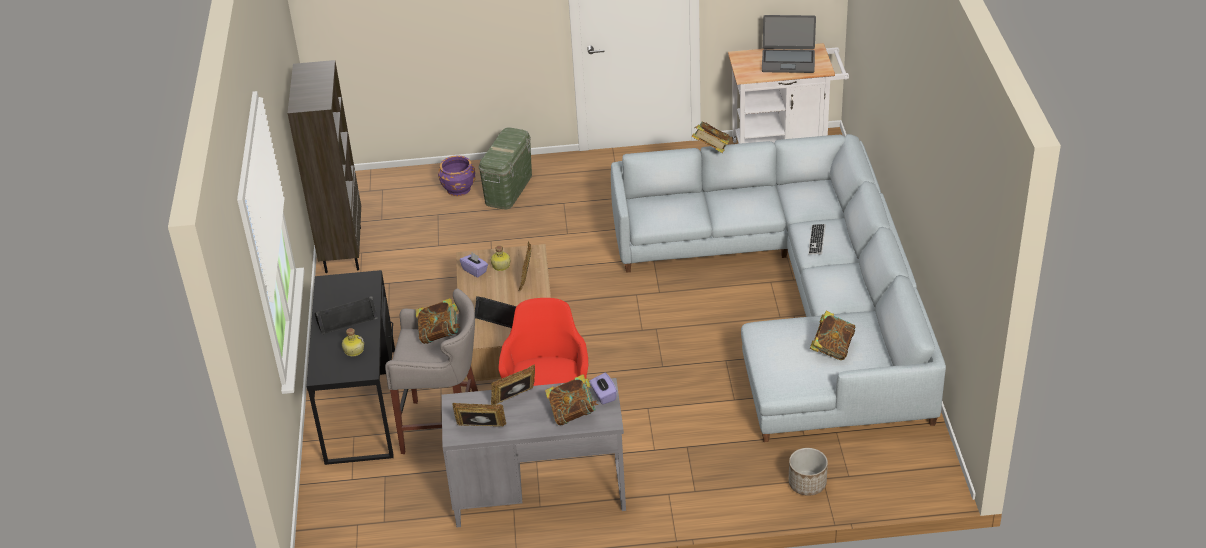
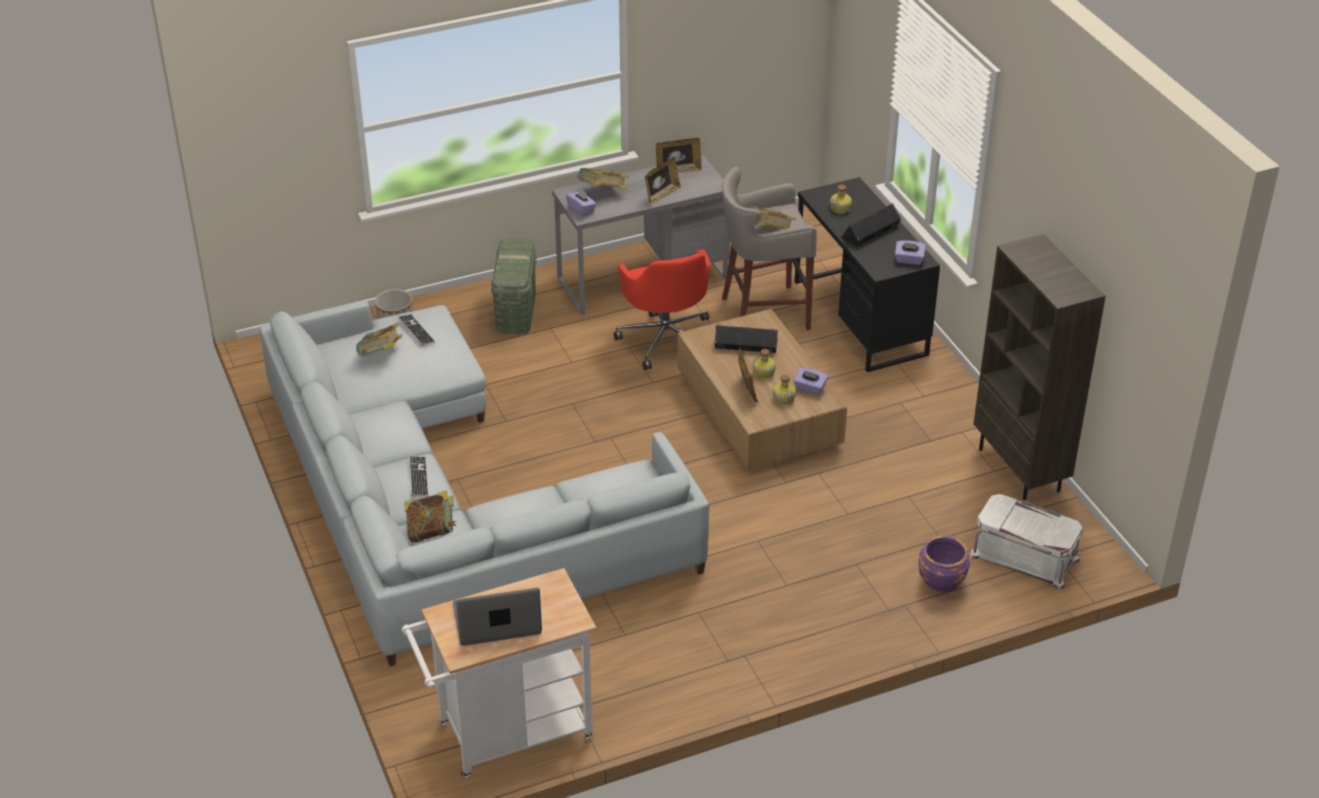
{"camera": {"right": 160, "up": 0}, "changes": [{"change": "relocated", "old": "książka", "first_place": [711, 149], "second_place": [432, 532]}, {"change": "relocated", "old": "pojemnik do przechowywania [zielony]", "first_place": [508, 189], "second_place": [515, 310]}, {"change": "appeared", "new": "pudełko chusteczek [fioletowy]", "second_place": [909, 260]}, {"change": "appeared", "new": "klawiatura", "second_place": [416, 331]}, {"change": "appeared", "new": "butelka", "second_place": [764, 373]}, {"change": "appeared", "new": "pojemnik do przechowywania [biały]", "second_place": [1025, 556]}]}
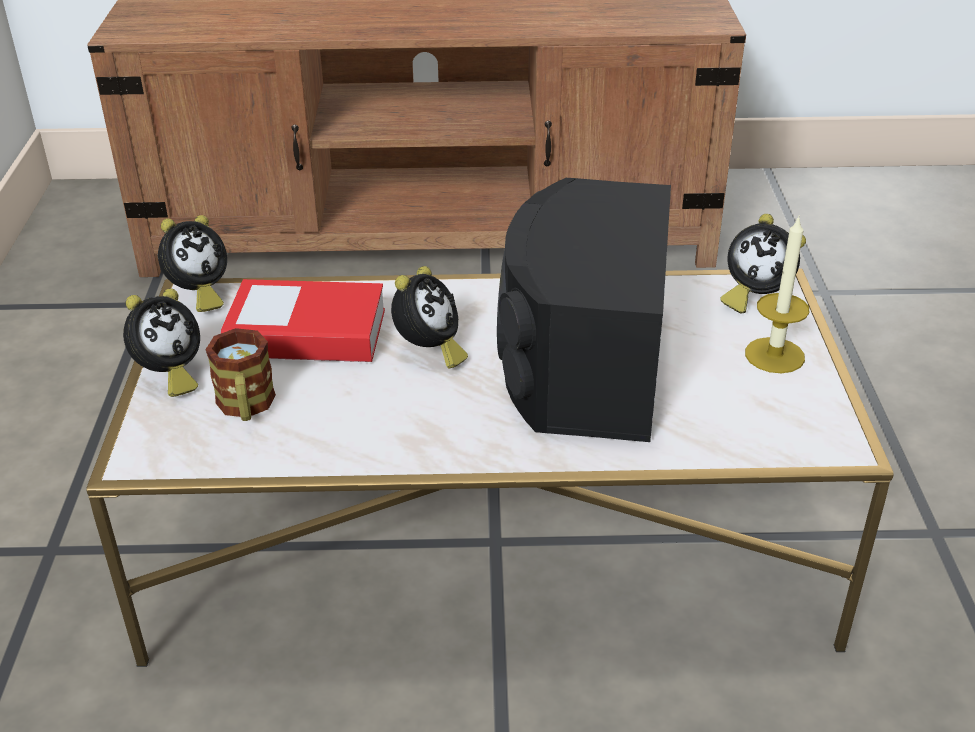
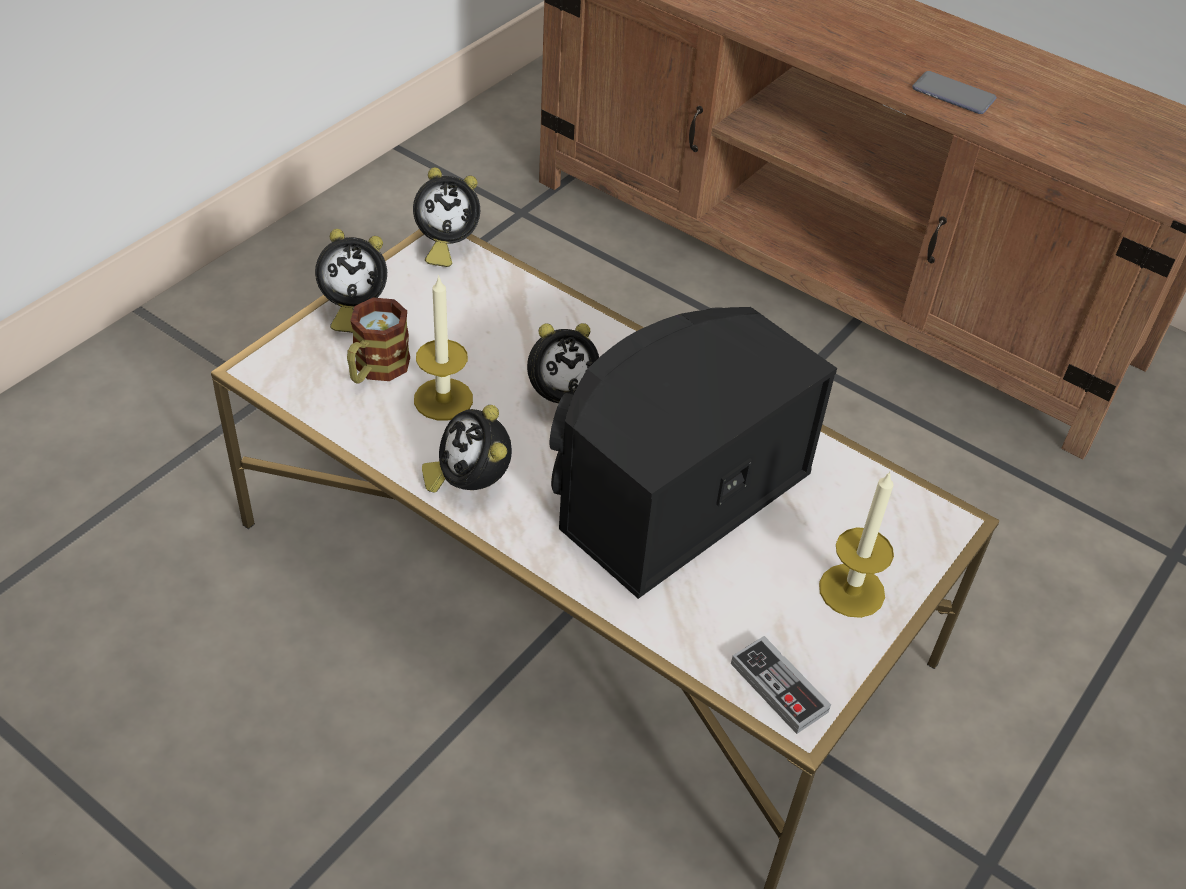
{"camera": {"right": 35, "up": 10}, "changes": [{"change": "relocated", "old": "budzik", "first_place": [754, 297], "second_place": [470, 483]}, {"change": "missing", "old": "książka", "first_place": [307, 333]}, {"change": "appeared", "new": "telefon", "second_place": [953, 94]}, {"change": "appeared", "new": "świeca", "second_place": [443, 399]}, {"change": "appeared", "new": "pad do gier", "second_place": [778, 687]}]}
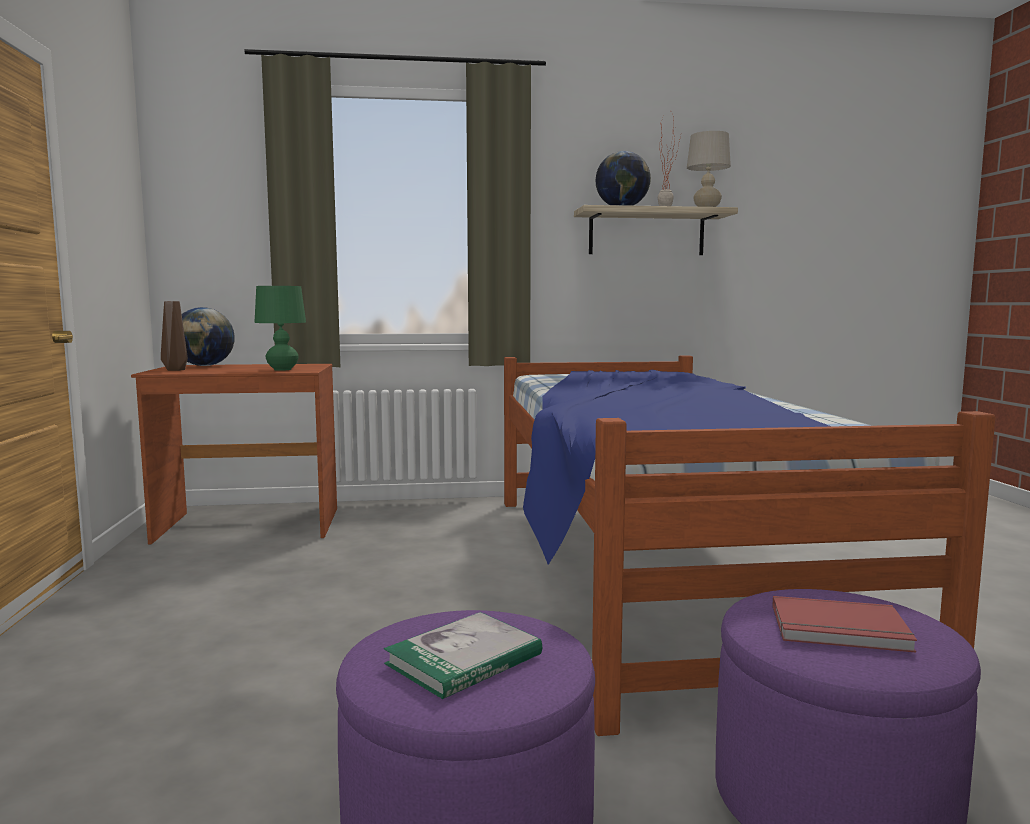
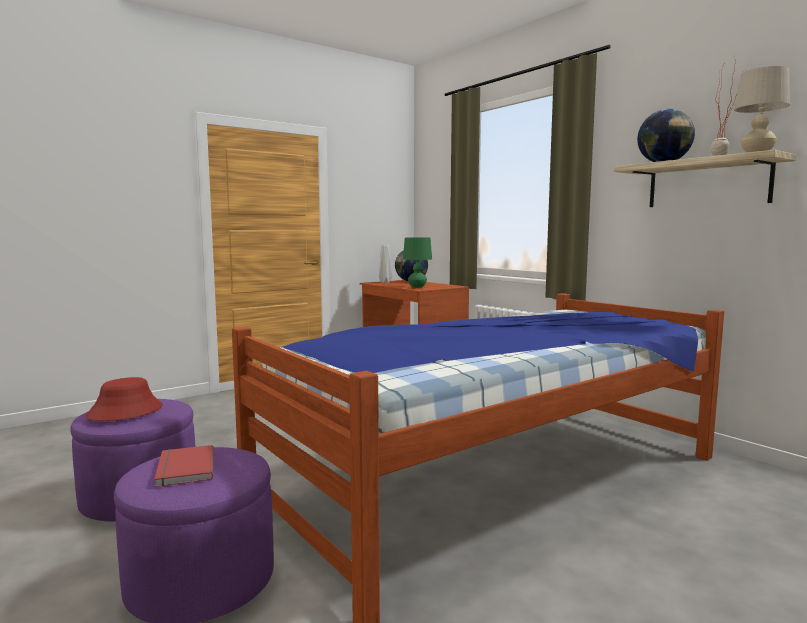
{"camera": {"right": 60, "up": 0}, "changes": [{"change": "colour", "old": "wazon [brązowy]", "new": "wazon [szary]", "first_place": [174, 370], "second_place": [384, 282]}, {"change": "exchanged", "old": "książka", "new": "kapelusz [czerwony]", "first_place": [464, 659], "second_place": [125, 412]}]}
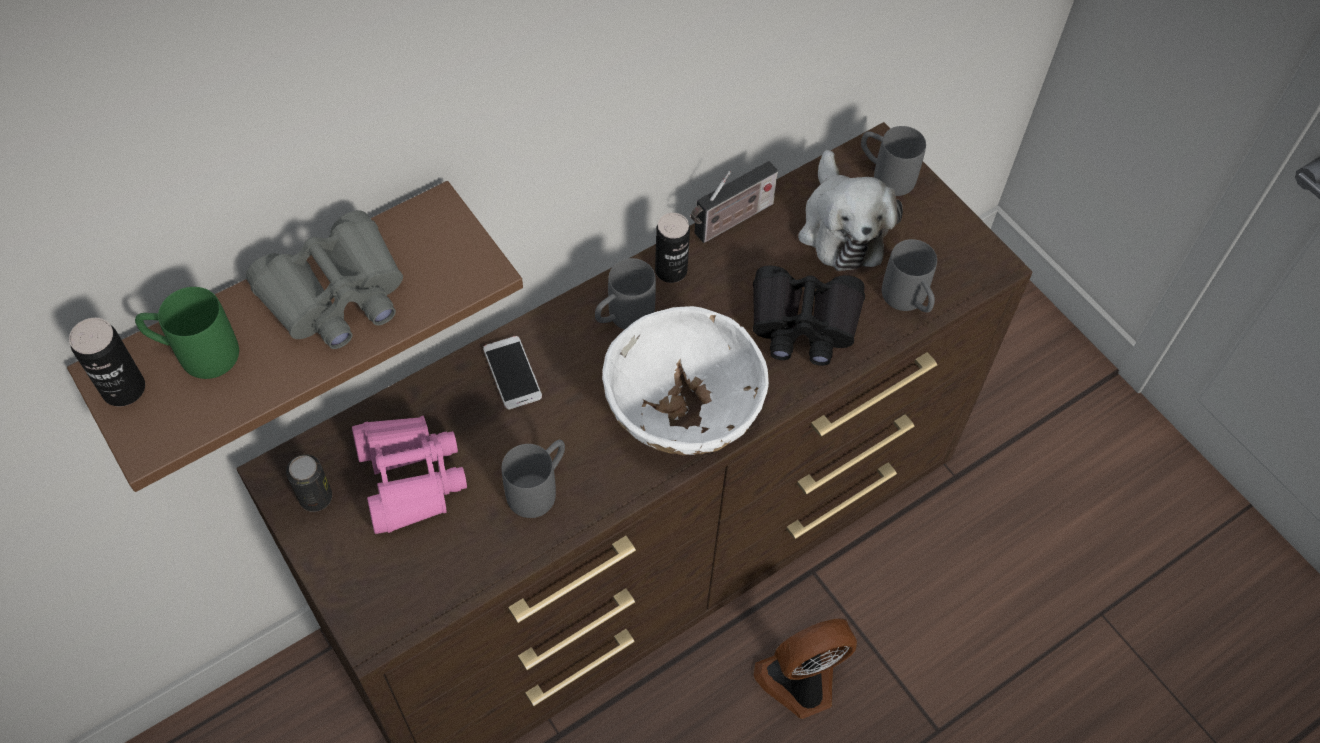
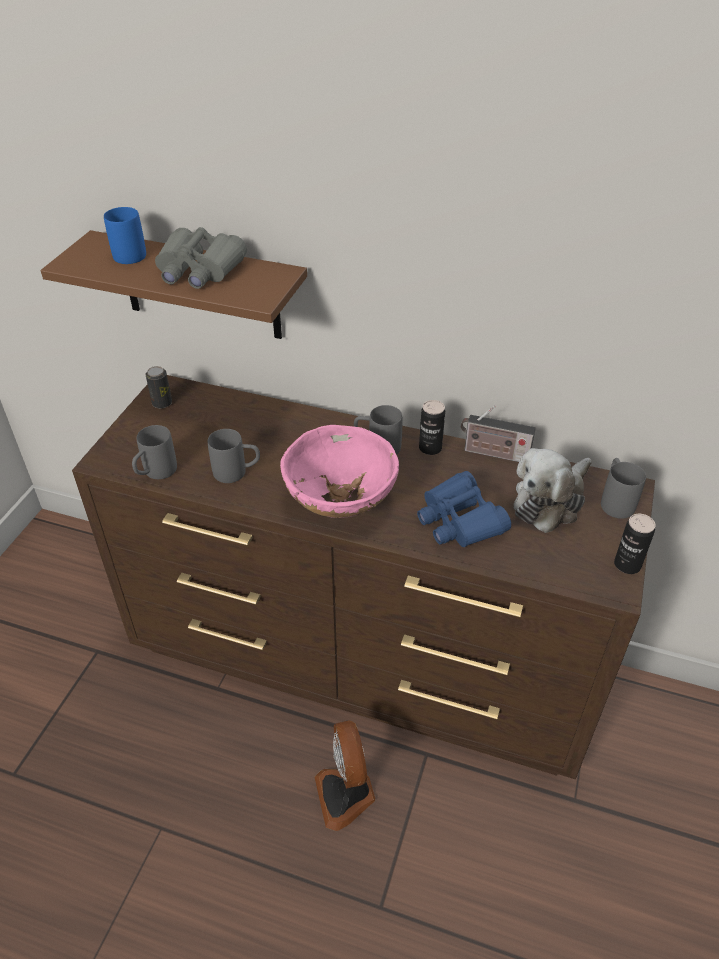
{"camera": {"right": 55, "up": -15}, "changes": [{"change": "relocated", "old": "kubek [szary]", "first_place": [908, 301], "second_place": [155, 473]}, {"change": "colour", "old": "lornetka [czarny]", "new": "lornetka [niebieski]", "first_place": [803, 323], "second_place": [459, 520]}, {"change": "colour", "old": "kubek [zielony]", "new": "kubek [niebieski]", "first_place": [195, 354], "second_place": [126, 253]}, {"change": "colour", "old": "miska [biały]", "new": "miska [różowy]", "first_place": [682, 414], "second_place": [340, 502]}, {"change": "relocated", "old": "puszka", "first_place": [124, 389], "second_place": [627, 565]}, {"change": "missing", "old": "telefon", "first_place": [512, 373]}, {"change": "missing", "old": "lornetka [różowy]", "first_place": [410, 478]}, {"change": "spun", "old": "wentylator", "first_place": [801, 682], "second_place": [346, 795], "degrees": -135}]}
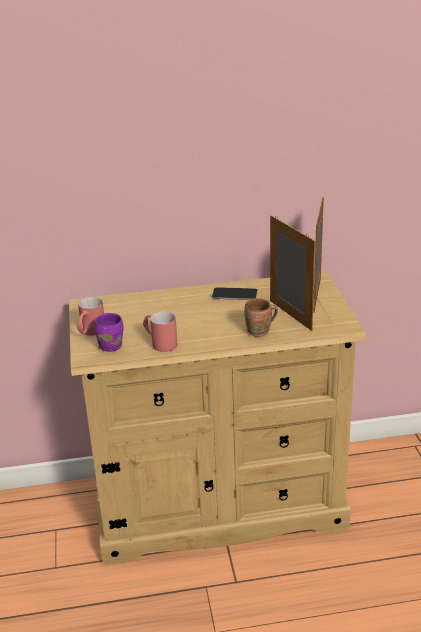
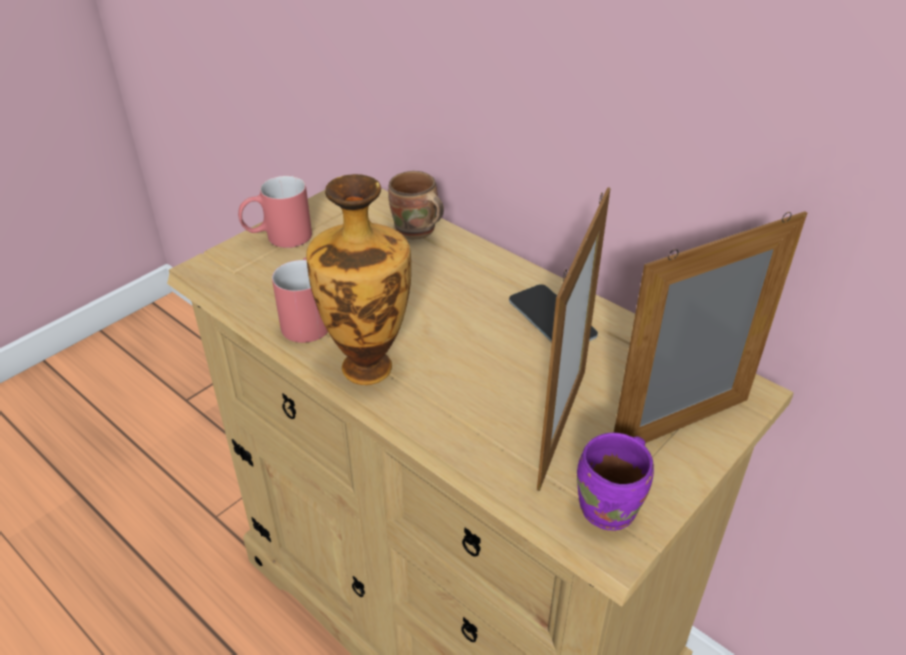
{"camera": {"right": 50, "up": 10}, "changes": [{"change": "relocated", "old": "kubek [brązowy]", "first_place": [260, 332], "second_place": [415, 232]}, {"change": "relocated", "old": "kubek [fioletowy]", "first_place": [112, 345], "second_place": [612, 508]}, {"change": "appeared", "new": "wazon", "second_place": [368, 364]}]}
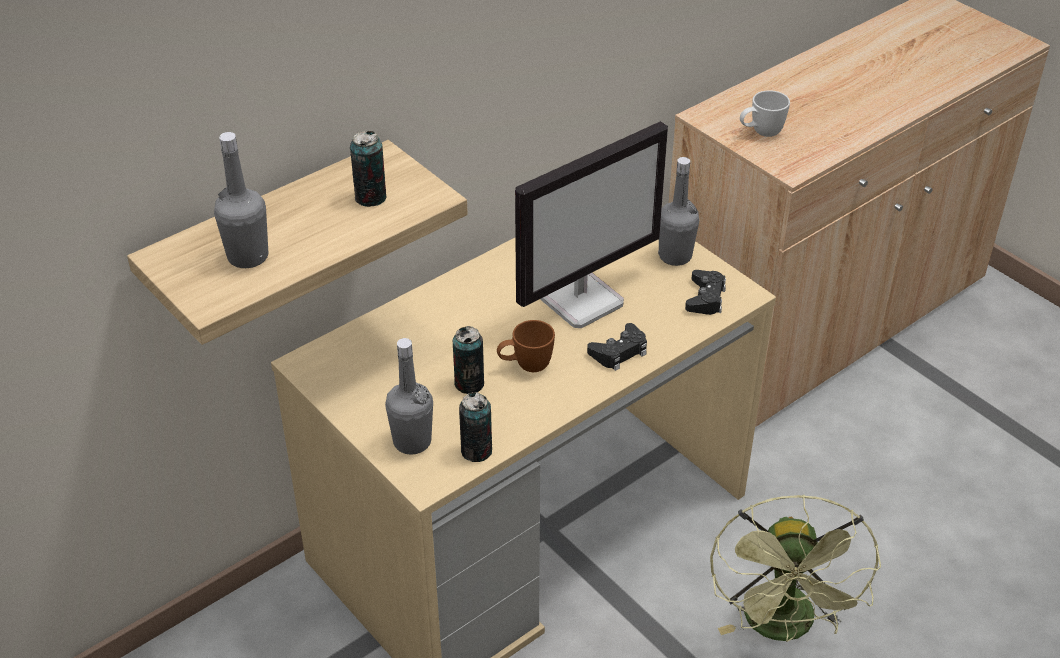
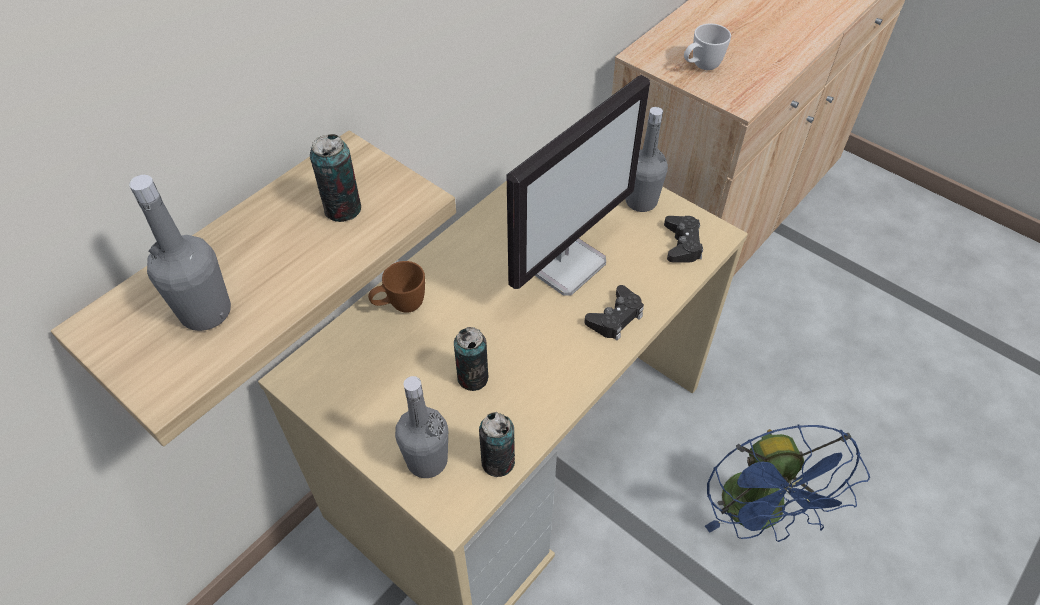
{"camera": {"right": -10, "up": 10}, "changes": [{"change": "relocated", "old": "kubek [brązowy]", "first_place": [525, 366], "second_place": [400, 306]}, {"change": "colour", "old": "wentylator [zielony]", "new": "wentylator [niebieski]", "first_place": [783, 627], "second_place": [760, 515]}]}
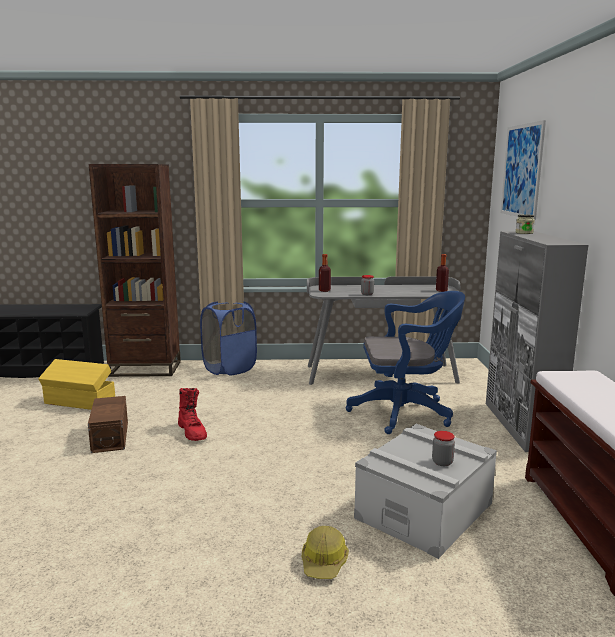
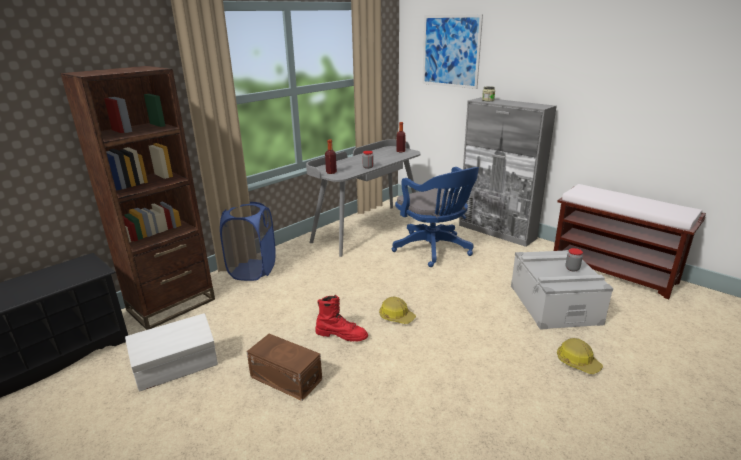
{"camera": {"right": -45, "up": 10}, "changes": [{"change": "spun", "old": "krzesło biurowe [niebieski]", "first_place": [405, 412], "second_place": [434, 250], "degrees": 105}, {"change": "colour", "old": "pojemnik do przechowywania [żółty]", "new": "pojemnik do przechowywania [biały]", "first_place": [80, 402], "second_place": [178, 368]}, {"change": "appeared", "new": "kask", "second_place": [396, 316]}]}
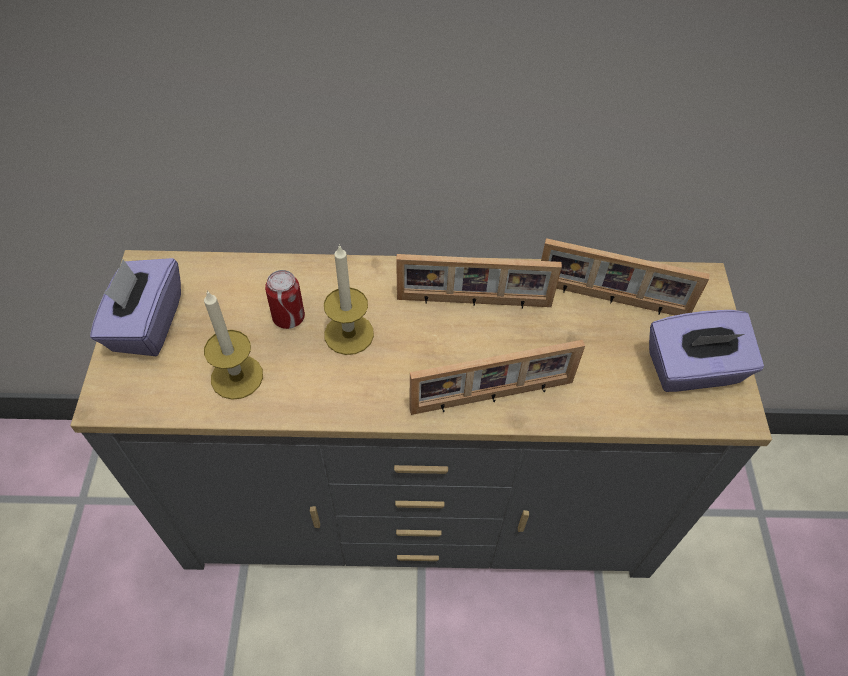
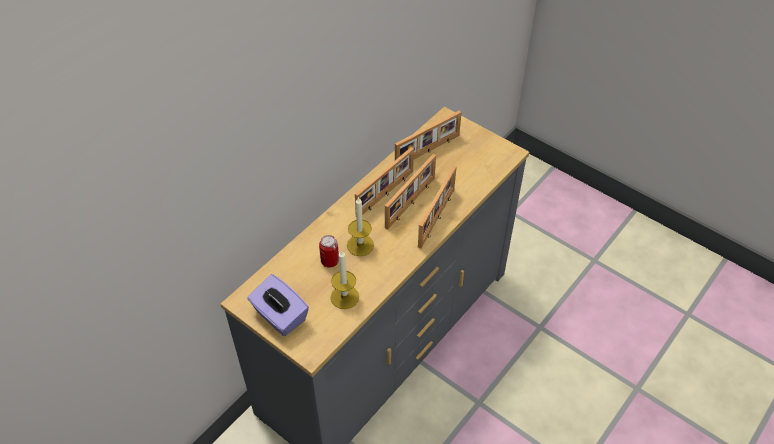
{"camera": {"right": -50, "up": -5}, "changes": [{"change": "missing", "old": "pudełko chusteczek [fioletowy]", "first_place": [693, 370]}, {"change": "appeared", "new": "ramka na zdjęcie", "second_place": [411, 203]}]}
